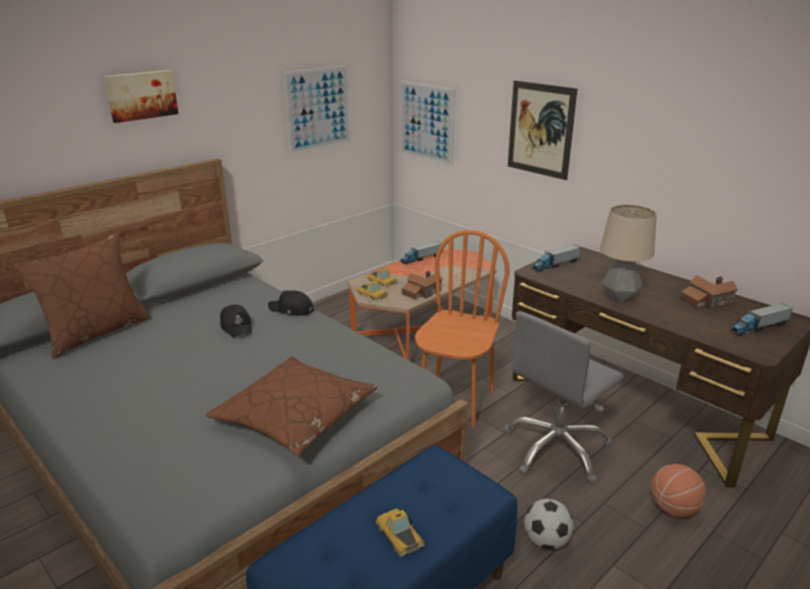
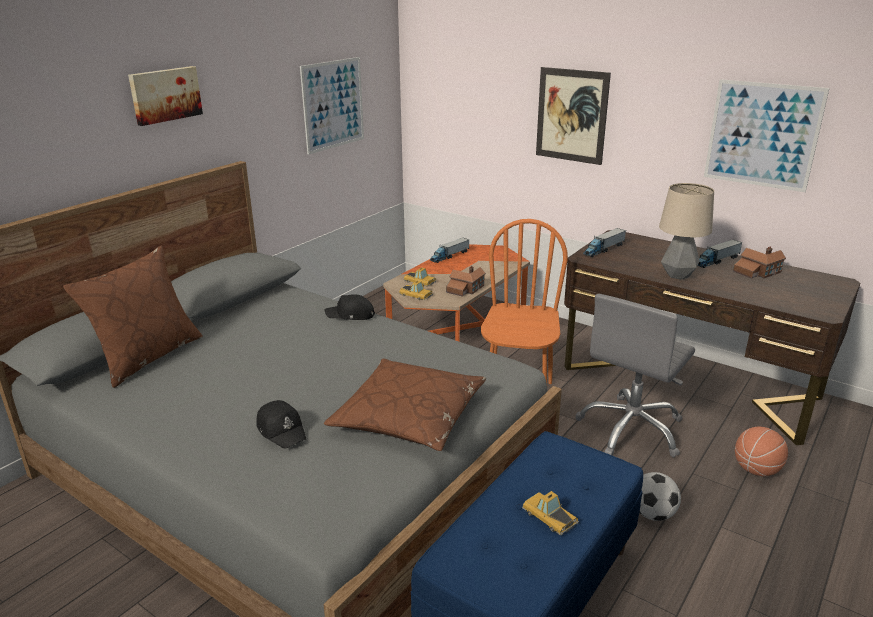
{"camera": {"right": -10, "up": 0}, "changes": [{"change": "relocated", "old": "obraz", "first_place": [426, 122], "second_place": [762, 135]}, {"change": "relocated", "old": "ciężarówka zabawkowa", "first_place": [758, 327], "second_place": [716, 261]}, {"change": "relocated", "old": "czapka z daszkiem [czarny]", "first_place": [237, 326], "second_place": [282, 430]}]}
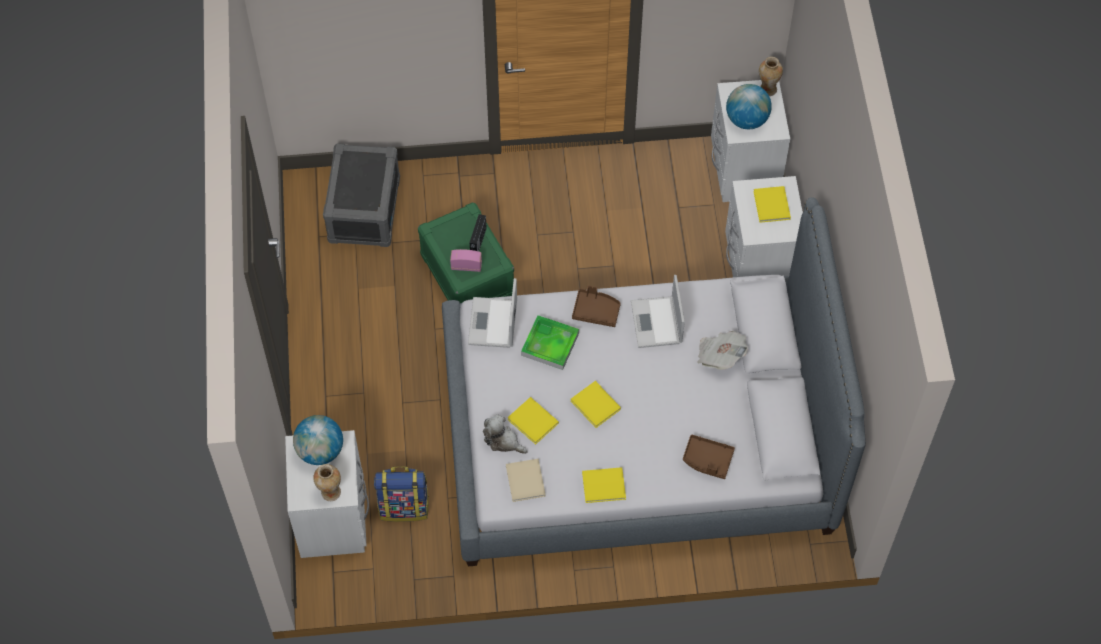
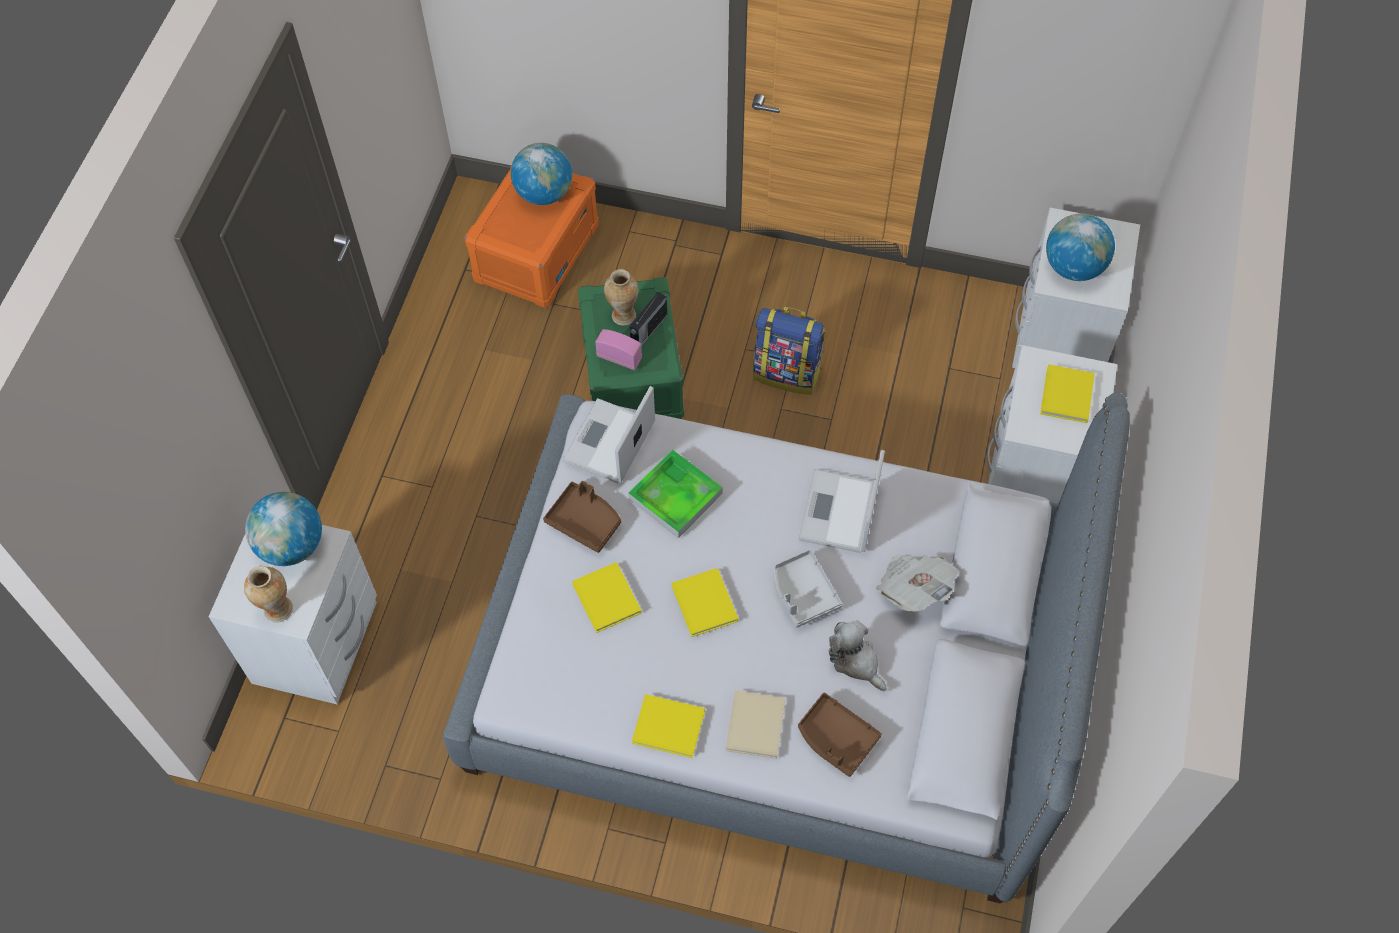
{"camera": {"right": 20, "up": 0}, "changes": [{"change": "relocated", "old": "wazon", "first_place": [767, 89], "second_place": [623, 315]}, {"change": "colour", "old": "pojemnik do przechowywania [szary]", "new": "pojemnik do przechowywania [pomarańczowy]", "first_place": [363, 209], "second_place": [536, 252]}, {"change": "relocated", "old": "taca [brązowy]", "first_place": [596, 311], "second_place": [585, 521]}, {"change": "relocated", "old": "pluszak", "first_place": [503, 441], "second_place": [856, 661]}, {"change": "relocated", "old": "książka [beżowy]", "first_place": [525, 482], "second_place": [755, 727]}, {"change": "relocated", "old": "plecak", "first_place": [404, 506], "second_place": [787, 372]}, {"change": "appeared", "new": "globus", "second_place": [544, 193]}, {"change": "appeared", "new": "taca [szary]", "second_place": [803, 593]}]}
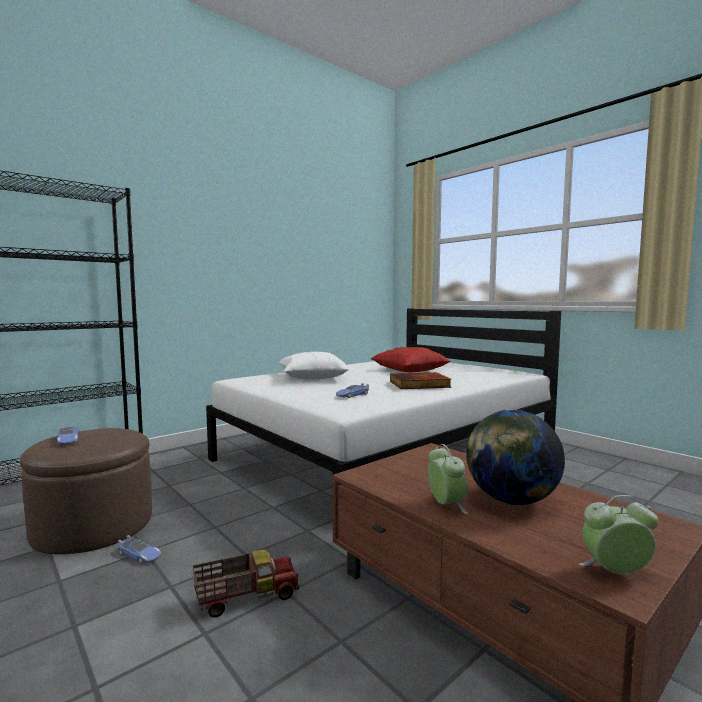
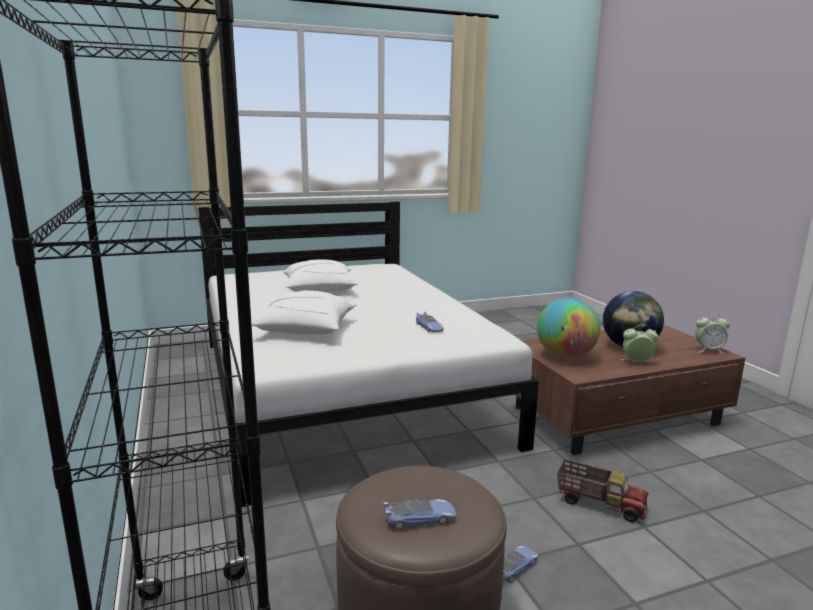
{"camera": {"right": -70, "up": 10}, "changes": [{"change": "colour", "old": "poduszka [czerwony]", "new": "poduszka [biały]", "first_place": [409, 371], "second_place": [320, 290]}, {"change": "missing", "old": "książka", "first_place": [419, 384]}, {"change": "spun", "old": "budzik", "first_place": [615, 573], "second_place": [708, 350], "degrees": -105}, {"change": "spun", "old": "ciężarówka zabawkowa", "first_place": [246, 597], "second_place": [599, 503], "degrees": 120}, {"change": "appeared", "new": "globus", "second_place": [565, 356]}]}
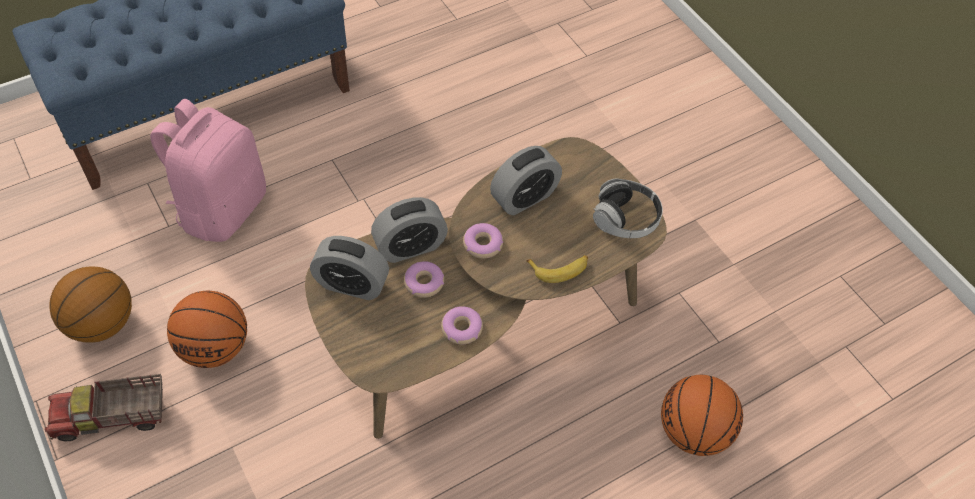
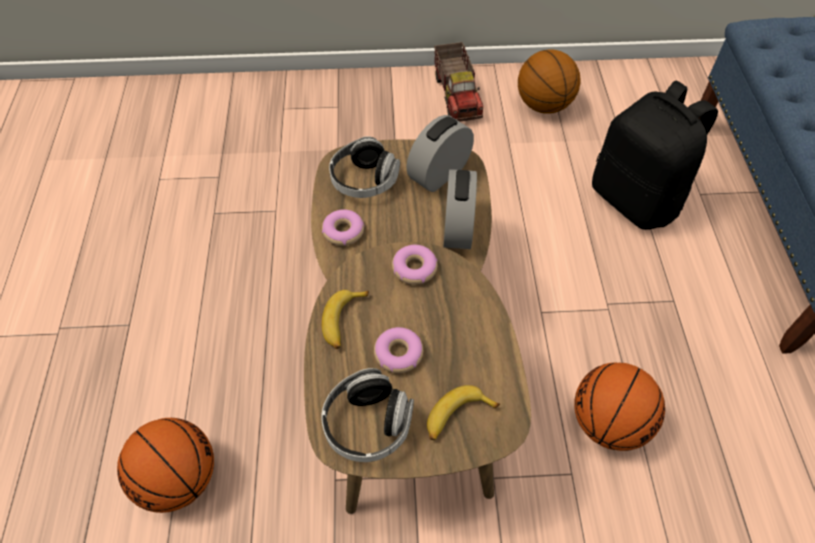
{"camera": {"right": 120, "up": 0}, "changes": [{"change": "colour", "old": "plecak [różowy]", "new": "plecak [czarny]", "first_place": [222, 208], "second_place": [636, 199]}, {"change": "missing", "old": "budzik", "first_place": [524, 197]}, {"change": "relocated", "old": "donut", "first_place": [424, 283], "second_place": [398, 354]}, {"change": "relocated", "old": "piłka do koszykówki", "first_place": [215, 347], "second_place": [608, 423]}, {"change": "spun", "old": "ciężarówka zabawkowa", "first_place": [113, 418], "second_place": [457, 96], "degrees": 150}, {"change": "appeared", "new": "słuchawki", "second_place": [364, 180]}, {"change": "appeared", "new": "banan", "second_place": [457, 417]}]}
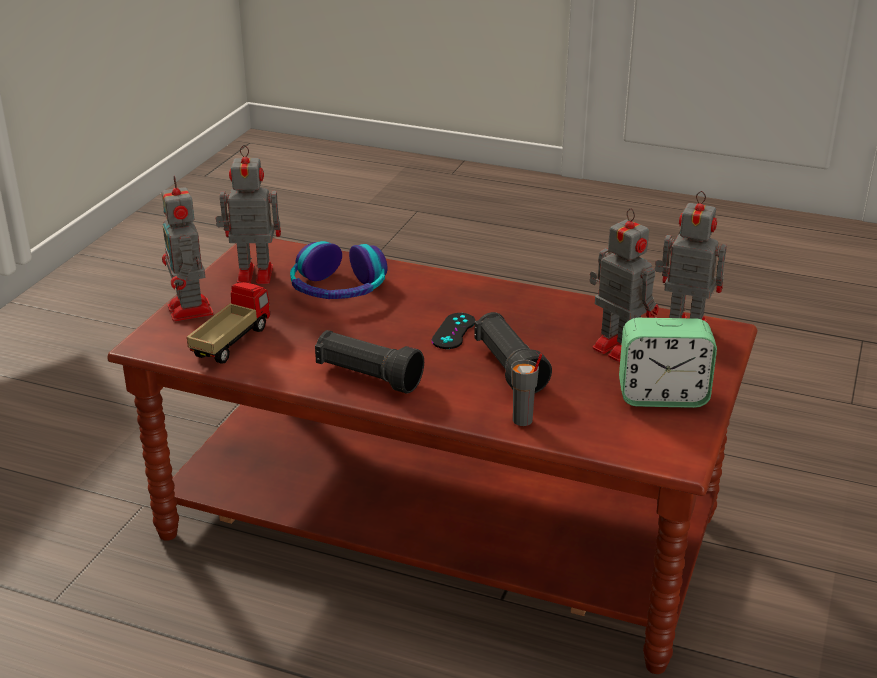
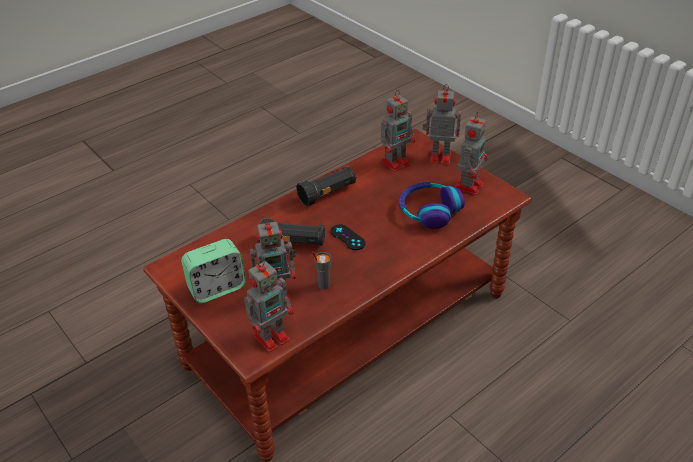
{"camera": {"right": 120, "up": 10}, "changes": [{"change": "exchanged", "old": "ciężarówka zabawkowa", "new": "robot zabawkowy", "first_place": [231, 342], "second_place": [396, 162]}, {"change": "spun", "old": "budzik", "first_place": [662, 396], "second_place": [217, 288], "degrees": -150}, {"change": "relocated", "old": "filiżanka [szary]", "first_place": [523, 420], "second_place": [323, 285]}]}
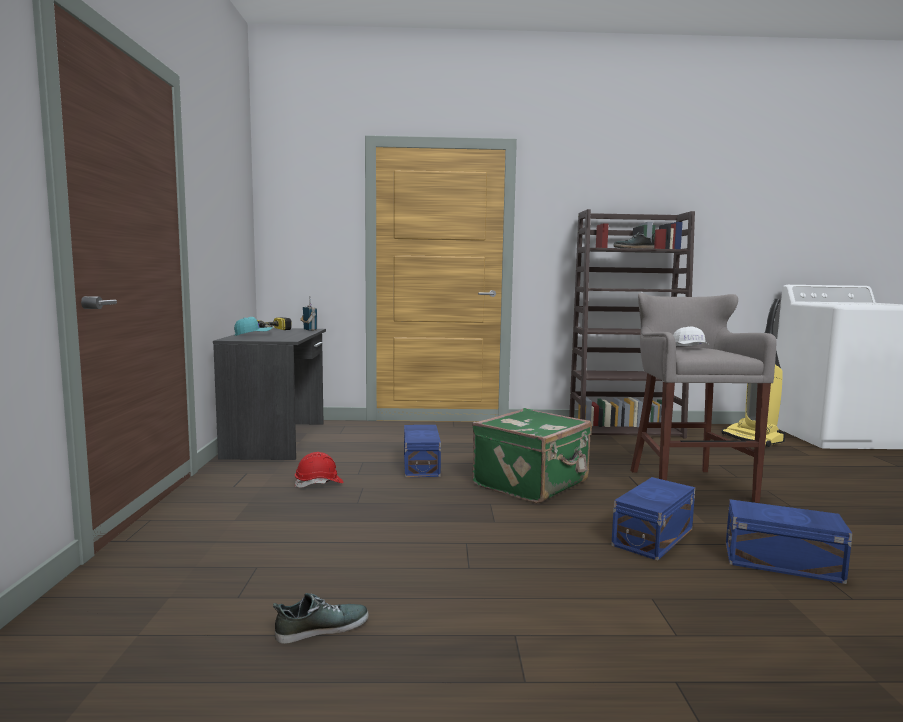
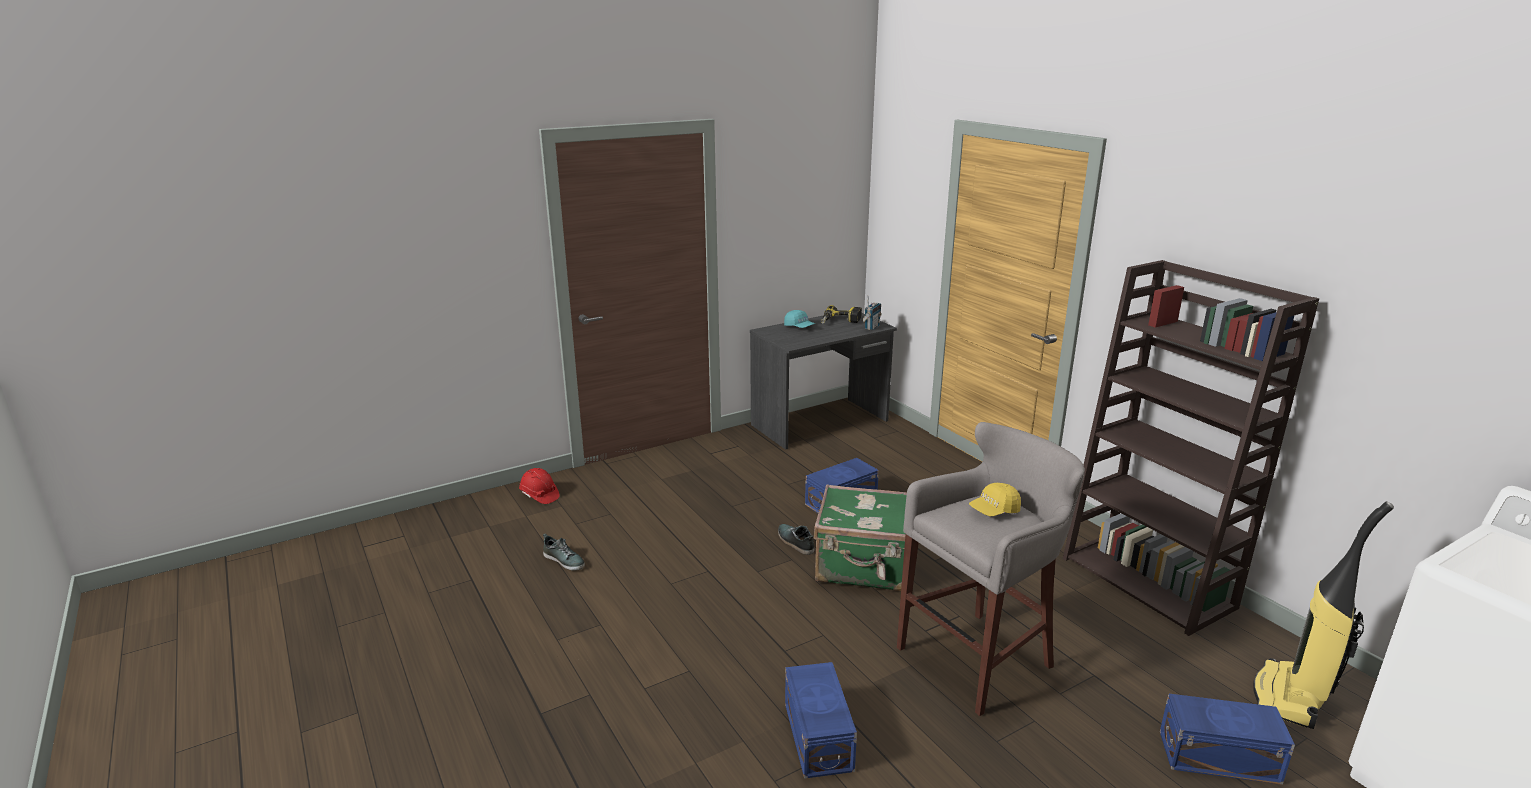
{"camera": {"right": 60, "up": 15}, "changes": [{"change": "relocated", "old": "but", "first_place": [634, 248], "second_place": [795, 542]}, {"change": "colour", "old": "czapka z daszkiem [biały]", "new": "czapka z daszkiem [żółty]", "first_place": [690, 348], "second_place": [994, 511]}, {"change": "relocated", "old": "kask [czerwony]", "first_place": [319, 483], "second_place": [539, 495]}, {"change": "relocated", "old": "pojemnik do przechowywania [niebieski]", "first_place": [651, 537], "second_place": [1216, 755]}]}
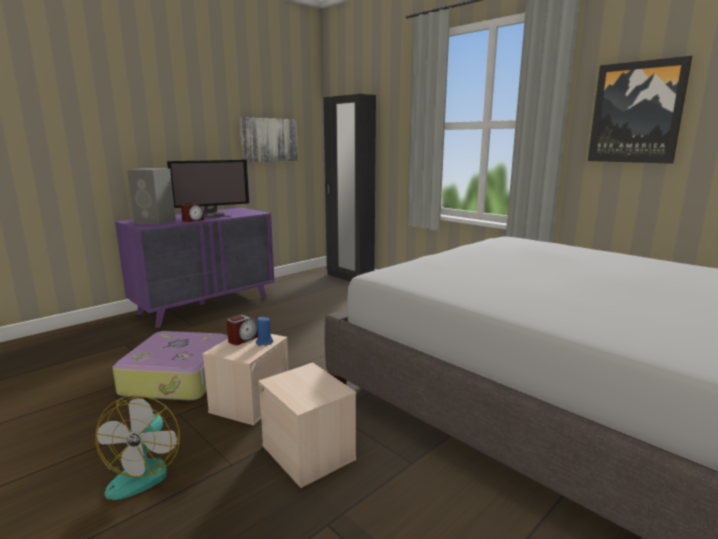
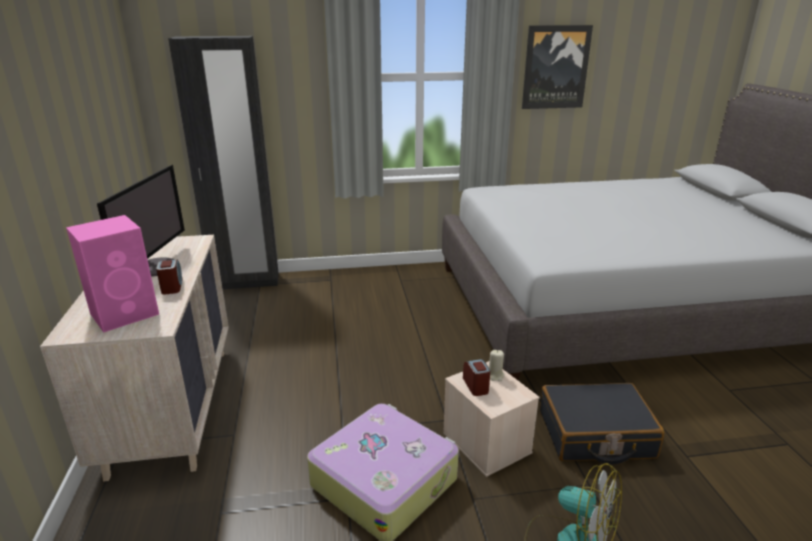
{"camera": {"right": -55, "up": 10}, "changes": [{"change": "missing", "old": "obraz", "first_place": [269, 140]}, {"change": "colour", "old": "głośnik [szary]", "new": "głośnik [różowy]", "first_place": [155, 221], "second_place": [126, 313]}, {"change": "colour", "old": "komoda [fioletowy]", "new": "komoda [beżowy]", "first_place": [205, 305], "second_place": [172, 406]}, {"change": "colour", "old": "świeca [niebieski]", "new": "świeca [beżowy]", "first_place": [264, 342], "second_place": [495, 376]}, {"change": "exchanged", "old": "pojemnik do przechowywania [beżowy]", "new": "walizka [czarny]", "first_place": [309, 452], "second_place": [595, 435]}]}
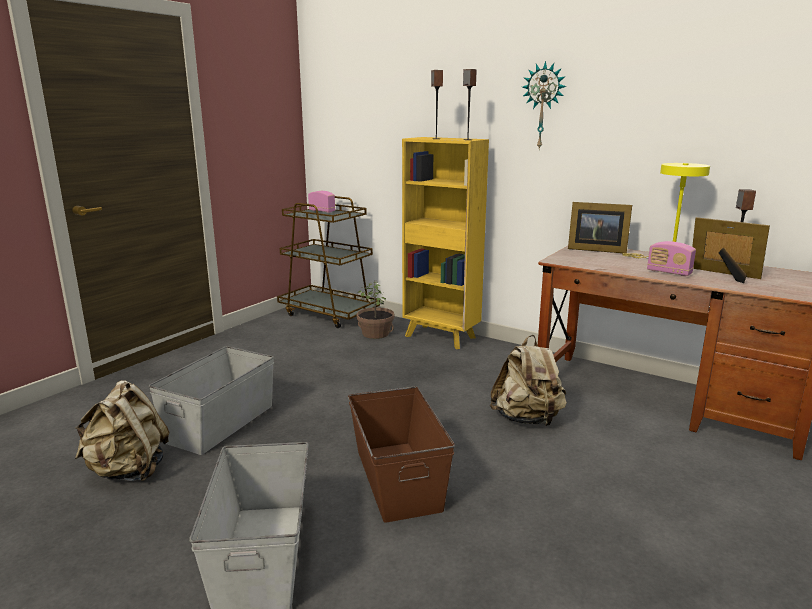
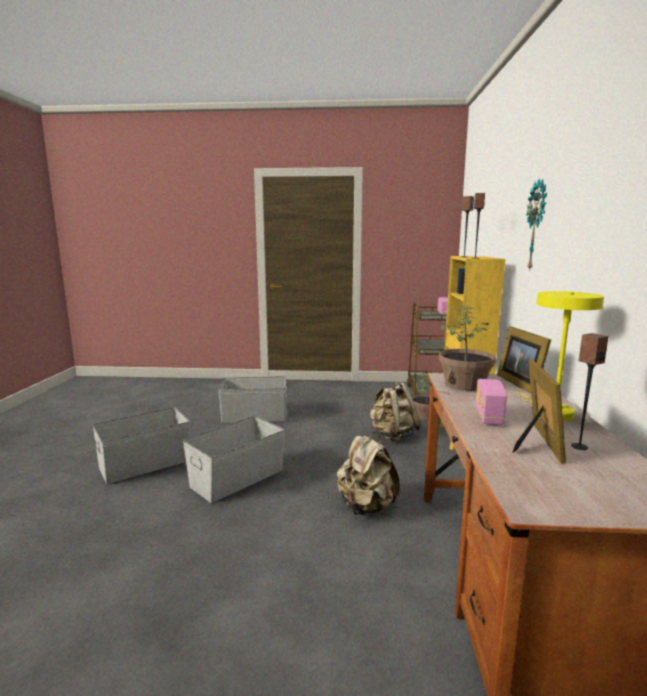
{"camera": {"right": 60, "up": -5}, "changes": [{"change": "relocated", "old": "plecak [beżowy]", "first_place": [128, 471], "second_place": [393, 435]}, {"change": "colour", "old": "pojemnik do przechowywania [brązowy]", "new": "pojemnik do przechowywania [szary]", "first_place": [398, 478], "second_place": [238, 478]}, {"change": "appeared", "new": "roślina doniczkowa", "second_place": [465, 385]}]}
